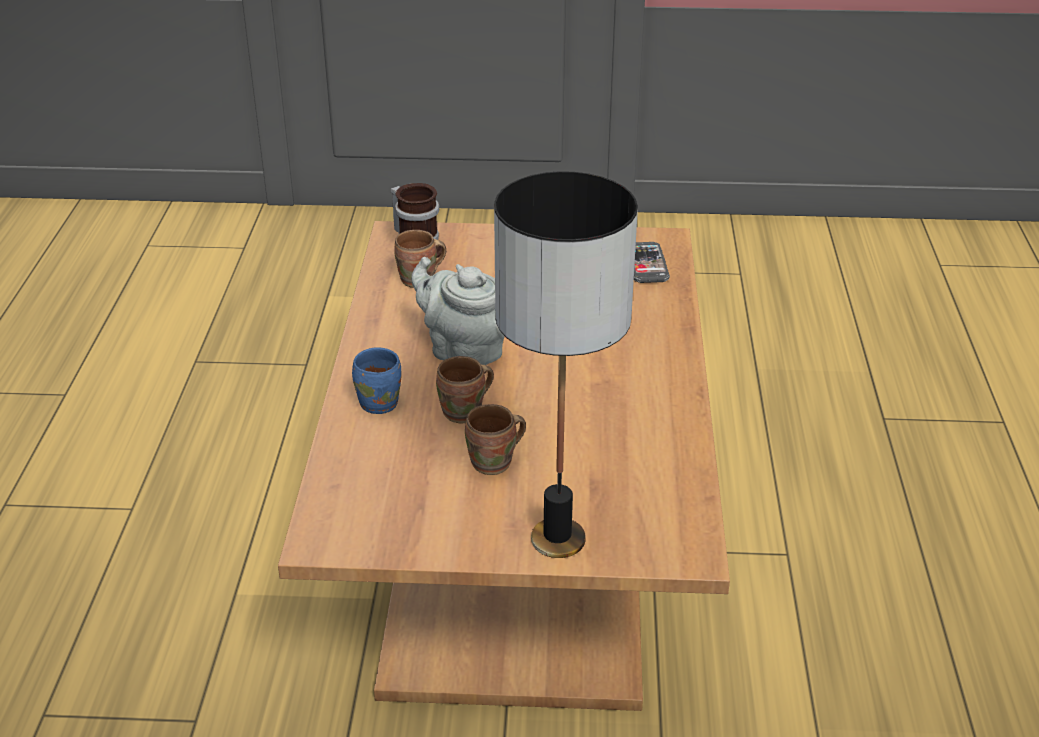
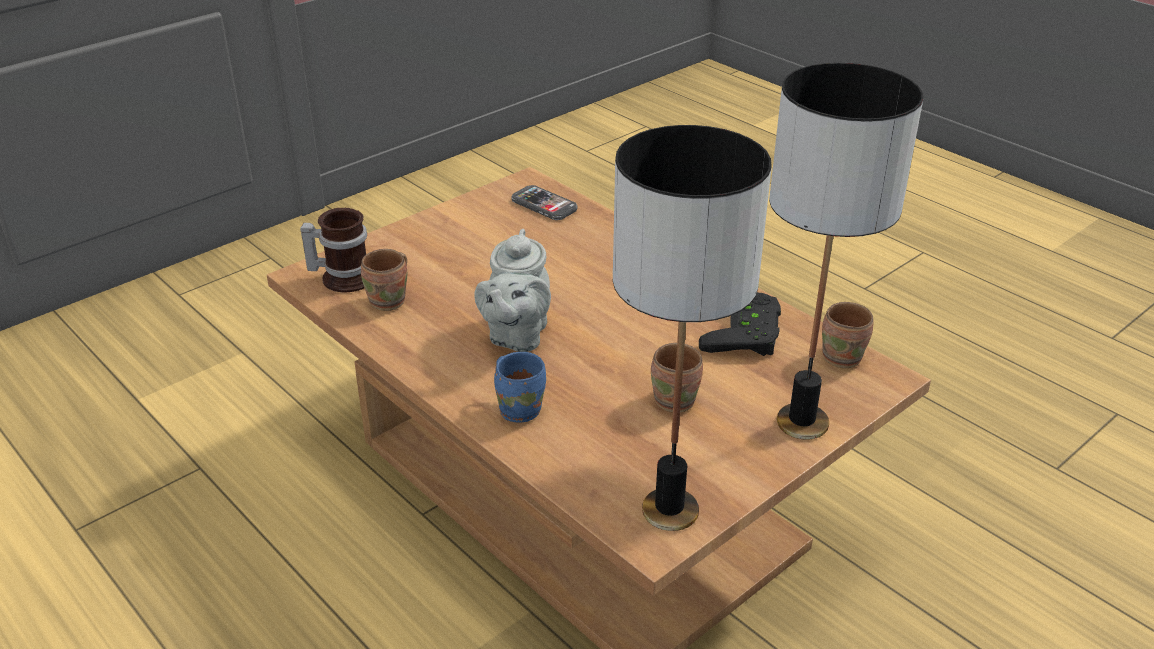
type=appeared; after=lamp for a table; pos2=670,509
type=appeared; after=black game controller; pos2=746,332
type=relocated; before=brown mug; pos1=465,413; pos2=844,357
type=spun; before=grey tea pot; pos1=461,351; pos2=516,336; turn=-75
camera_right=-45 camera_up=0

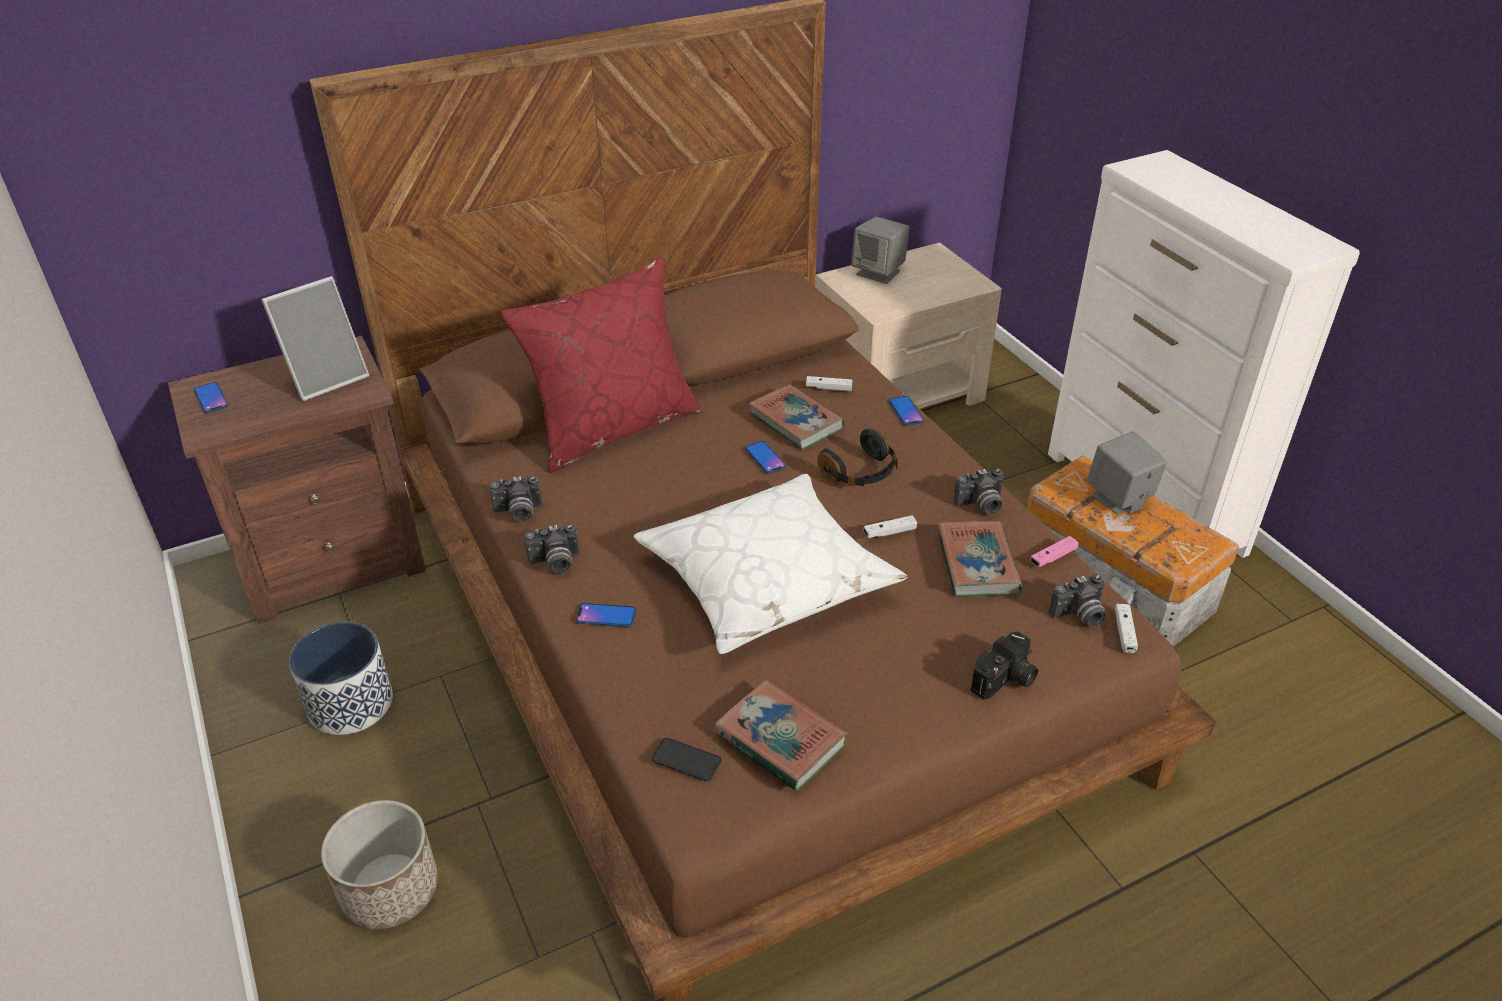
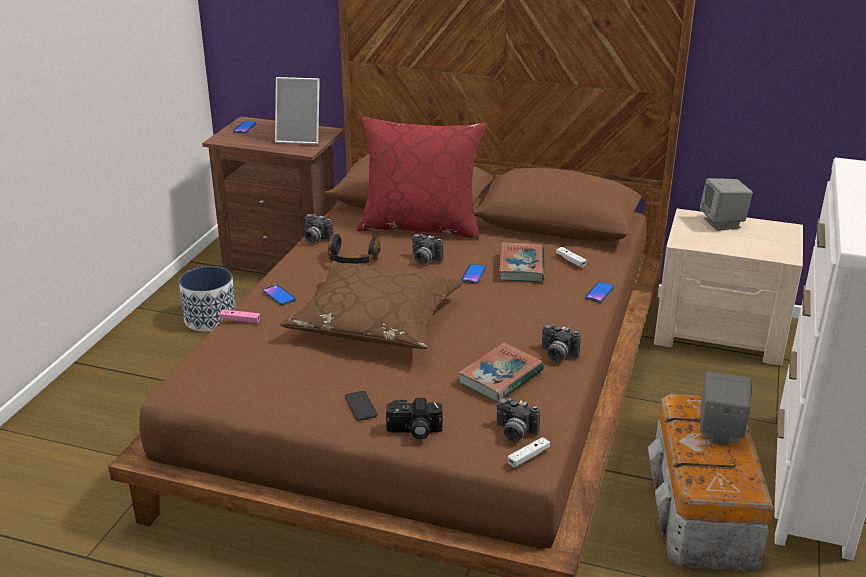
type=missing; before=flower pot; pos1=389,890
type=missing; before=volume; pos1=780,740
type=missing; before=white-coloured game controller; pos1=889,532
type=relocated; before=still camera; pos1=555,563; pos2=424,260
type=relocated; before=telephone; pos1=686,760; pos2=360,406
type=relocated; before=black pair of headphones; pos1=861,473; pos2=353,260
type=relocated; before=pinkish game controller; pos1=1053,557; pos2=240,320
type=colour; before=white-coloured pillow; after=brown pillow; pos1=767,578; pos2=376,321
camera_right=45 camera_up=-10

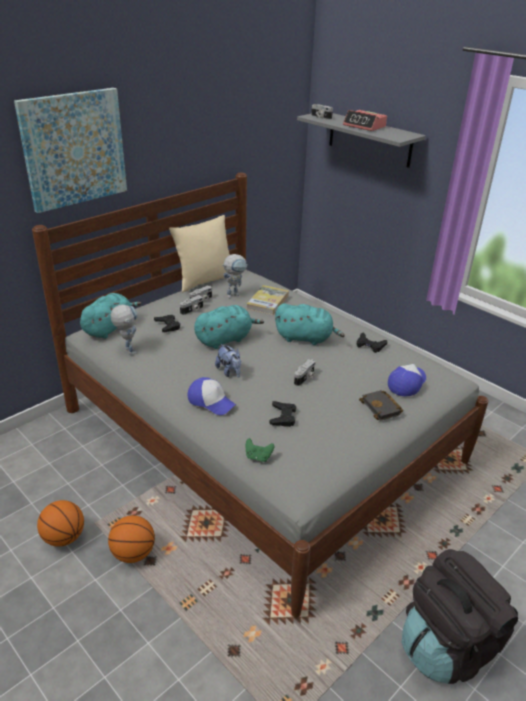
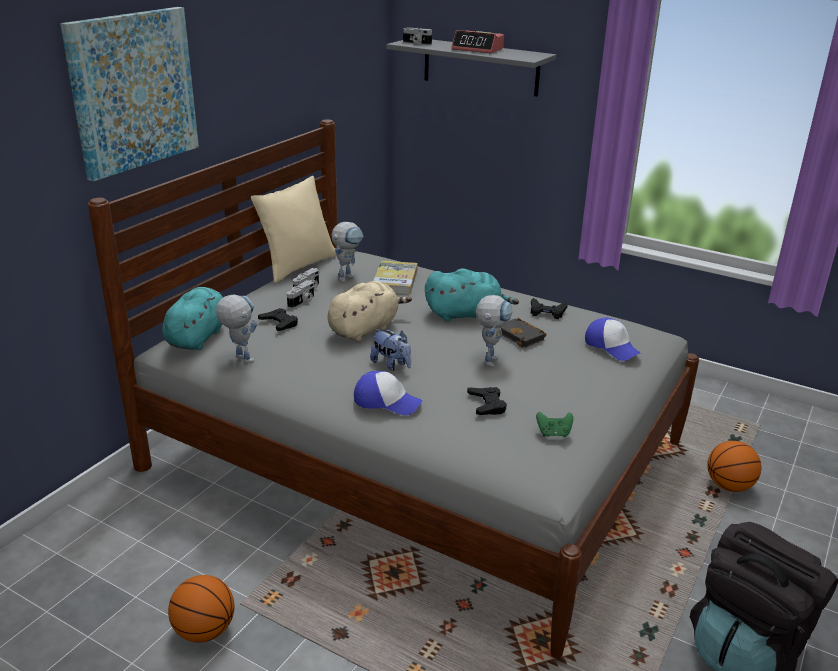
type=relocated; before=basketball ball; pos1=133,553; pos2=729,486
type=relocated; before=green game controller; pos1=258,457; pos2=553,433
type=relocated; before=black volume; pos1=382,408; pos2=522,336
type=exchanged; before=still camera; after=toy robot; pos1=305,378; pos2=490,358
type=colour; before=turquoise plush toy; after=beige plush toy; pos1=225,339; pos2=365,329
type=spun; before=cap; pos1=407,383; pos2=612,347; turn=120
camera_right=-15 camera_up=-5

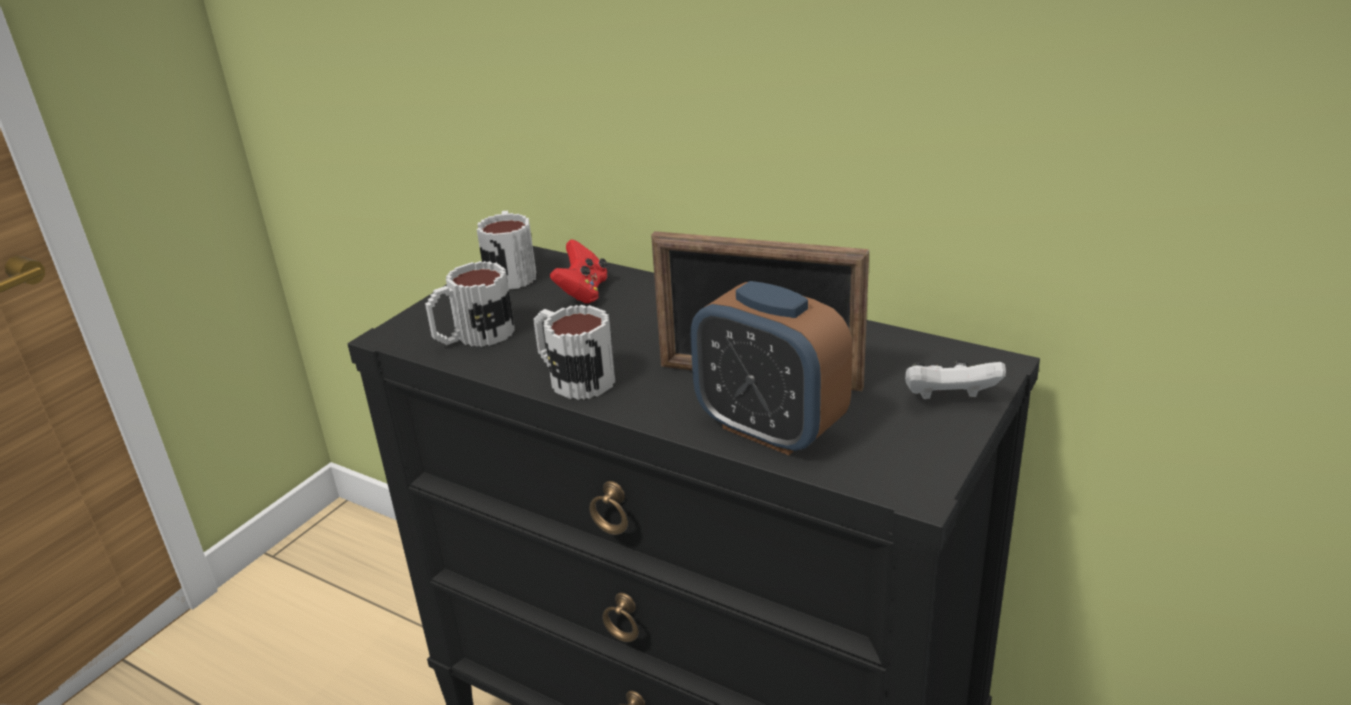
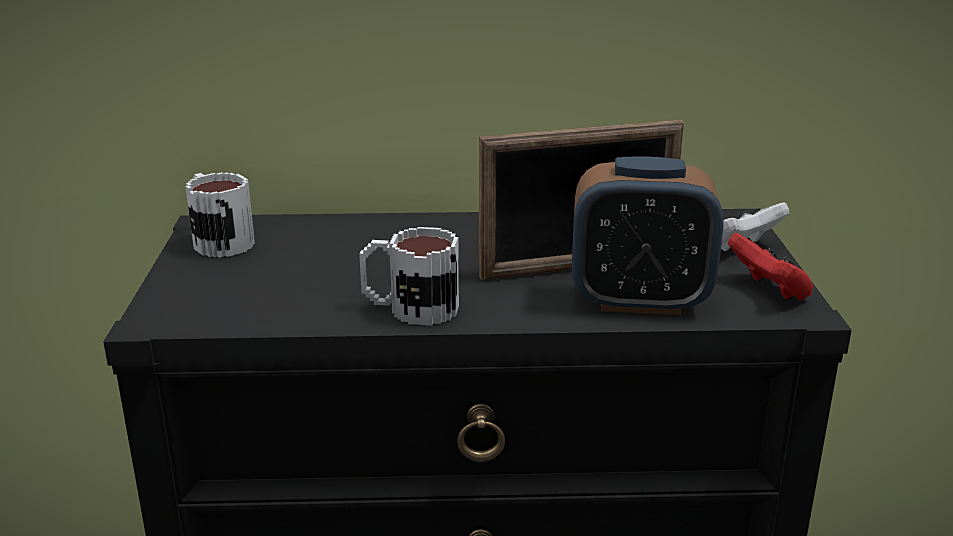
type=missing; before=mug; pos1=473,336
type=relocated; before=red game controller; pos1=583,292; pos2=769,291
camera_right=-35 camera_up=-5

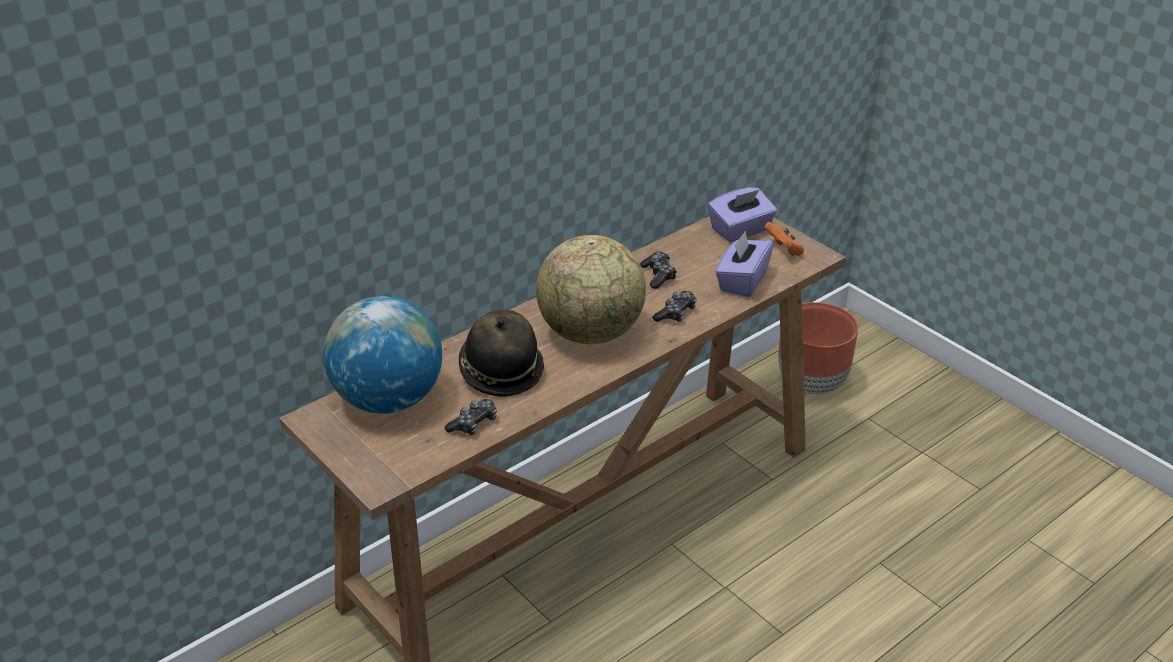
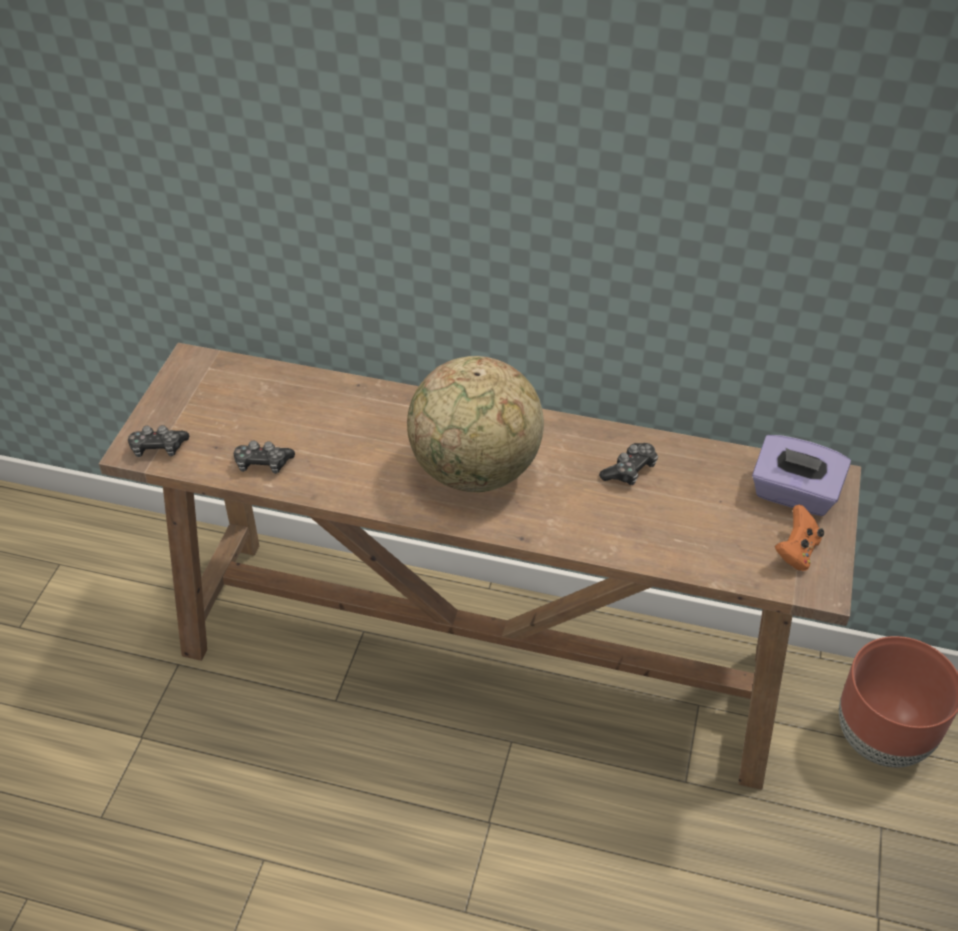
type=missing; before=desk globe; pos1=388,399
type=missing; before=wearable hat; pos1=500,371
type=missing; before=purple box of tissues; pos1=742,281
type=relocated; before=game controller; pos1=676,313; pos2=158,448
camera_right=55 camera_up=10

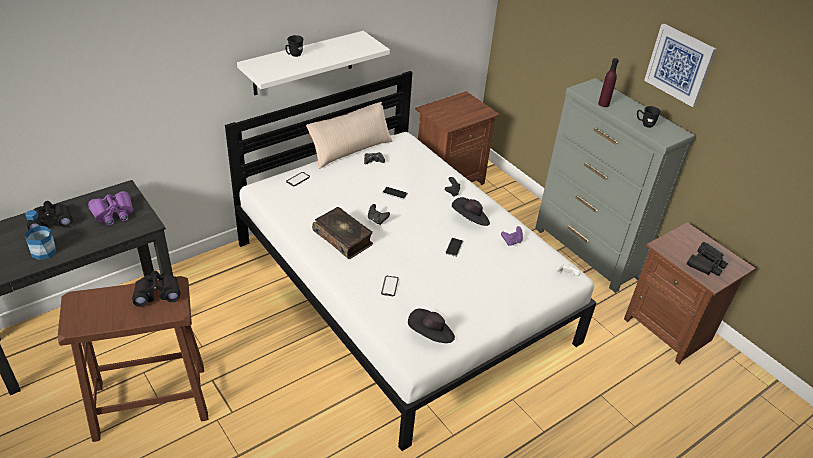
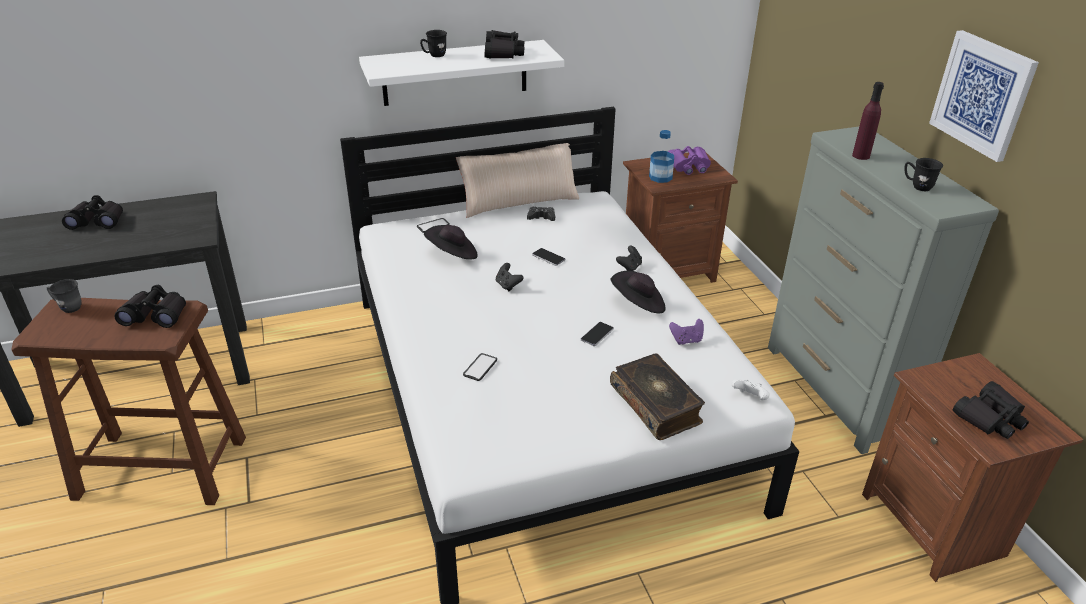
type=appeared; after=grey mug; pos2=68,307
type=appeared; after=black pair of binoculars; pos2=503,53
type=relocated; before=bottle; pos1=44,251; pos2=660,177
type=relocated; before=purple pair of binoculars; pos1=113,213; pos2=689,166
type=relocated; before=volume; pos1=343,238; pos2=656,405
type=relocated; before=black wearable hat; pos1=431,335; pos2=452,254
camera_right=20 camera_up=-5

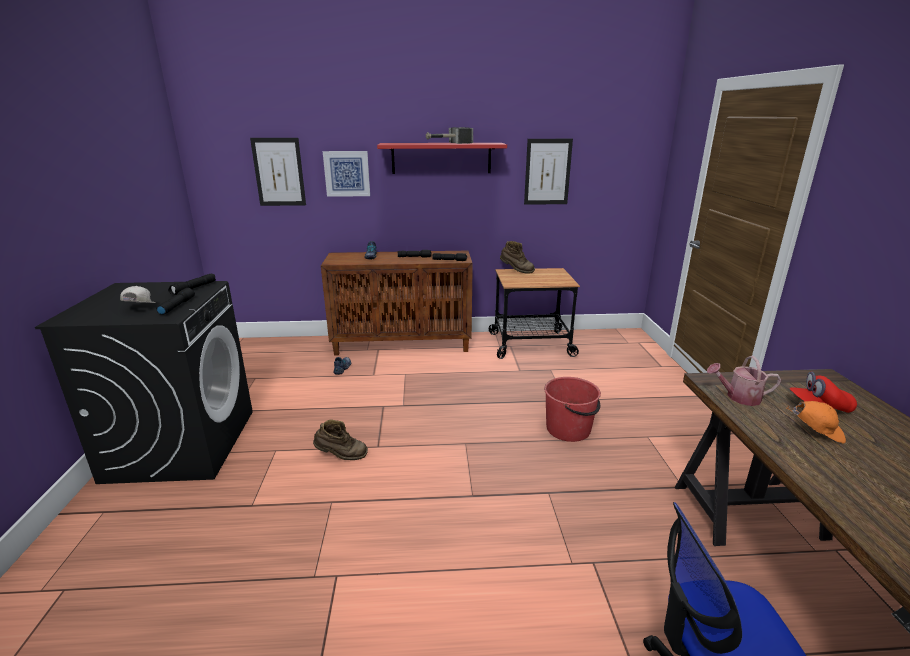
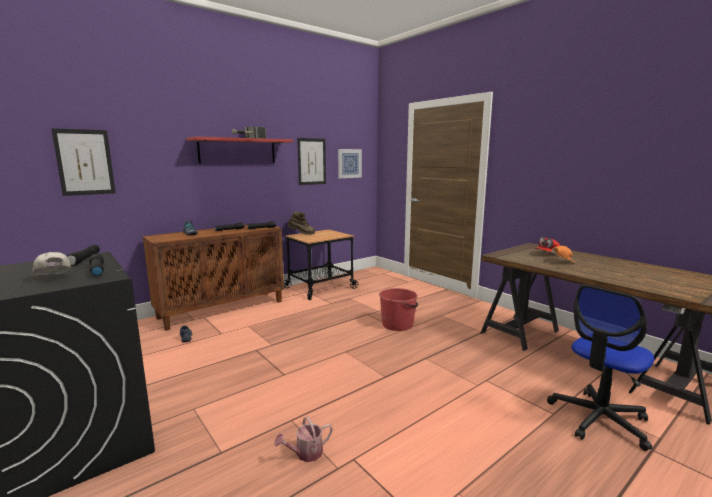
type=missing; before=brown tall boot; pos1=341,456
type=relocated; before=wall art; pos1=347,173; pos2=349,163
type=relocated; before=watering can; pos1=738,397; pos2=305,454
camera_right=-35 camera_up=-10

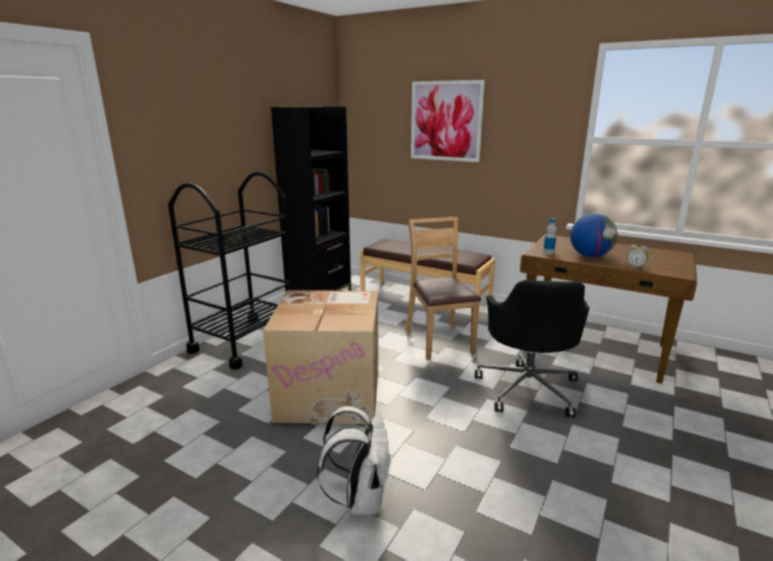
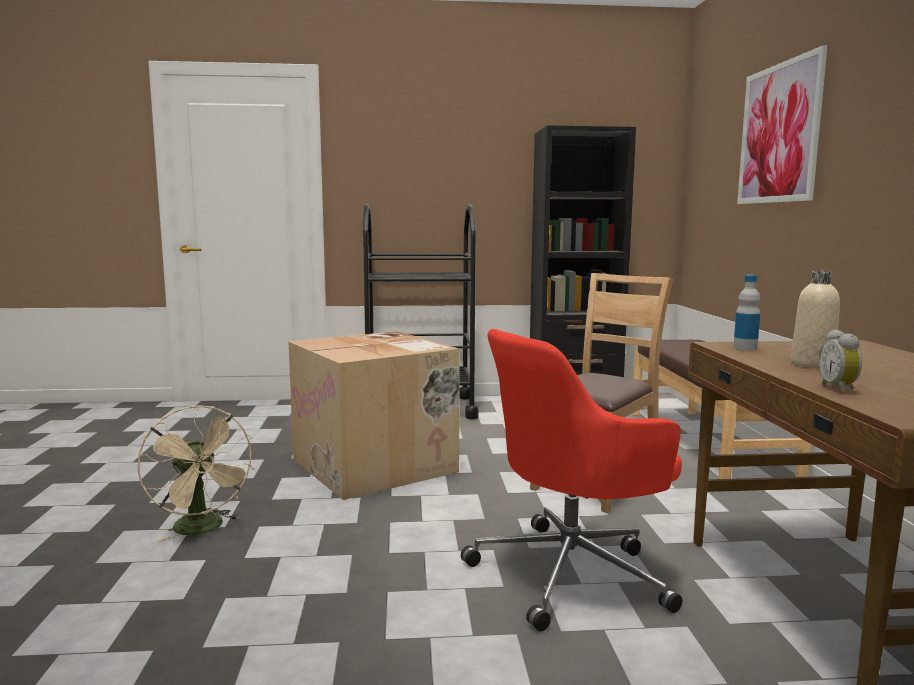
type=exchanged; before=white-coloured backpack; after=beige electric fan; pos1=361,499; pos2=203,529
type=exchanged; before=desk globe; after=beige bottle; pos1=590,256; pos2=812,364
type=colour; before=black desk chair; after=red desk chair; pos1=528,388; pos2=572,573
camera_right=55 camera_up=-10

